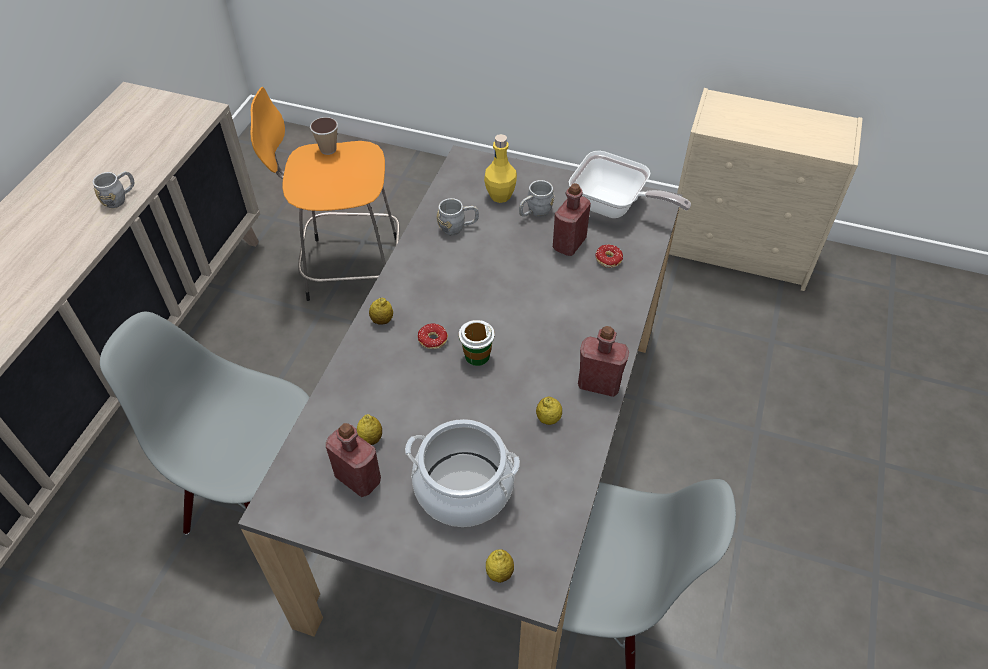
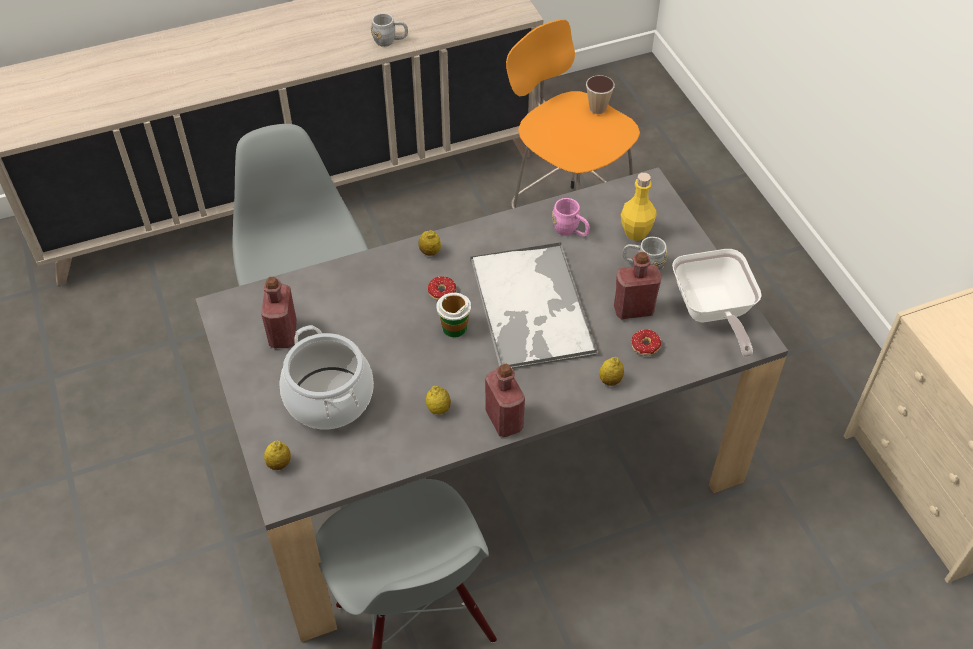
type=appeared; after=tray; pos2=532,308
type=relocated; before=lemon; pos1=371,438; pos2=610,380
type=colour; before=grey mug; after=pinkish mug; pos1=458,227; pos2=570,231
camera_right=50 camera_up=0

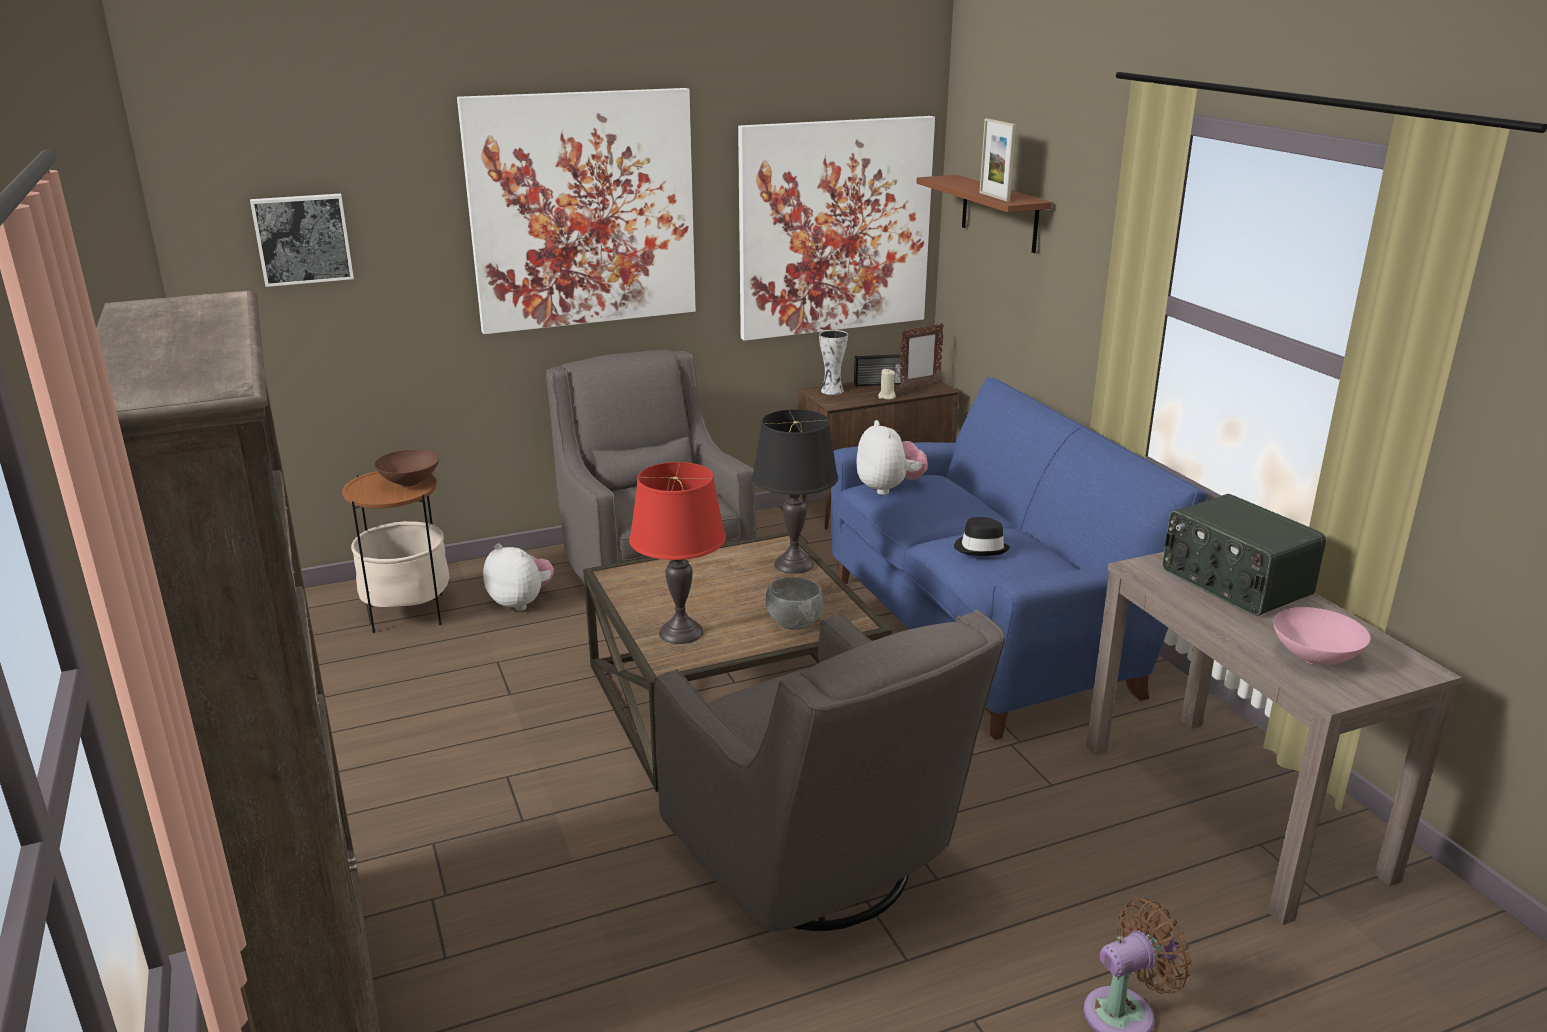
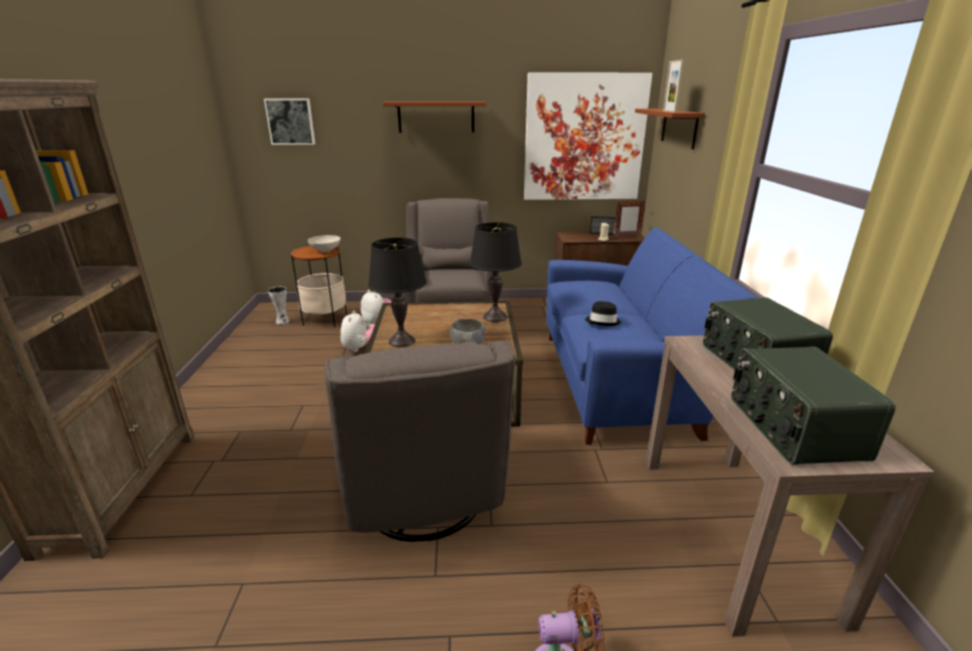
type=relocated; before=vase; pos1=832,391; pos2=282,322
type=relocated; before=plush toy; pos1=889,488; pos2=361,349
type=exchanged; before=wall art; after=brown bracket shelf; pos1=583,210; pos2=436,117
type=exchanged; before=pinkish deep dish; after=radio; pos1=1316,658; pos2=792,428
type=colour; before=brown deep dish; after=white-coloured deep dish; pos1=410,482; pos2=326,250
type=colour; before=red lamp for a table; after=black lamp for a table; pos1=681,632; pos2=402,341
camera_right=20 camera_up=0

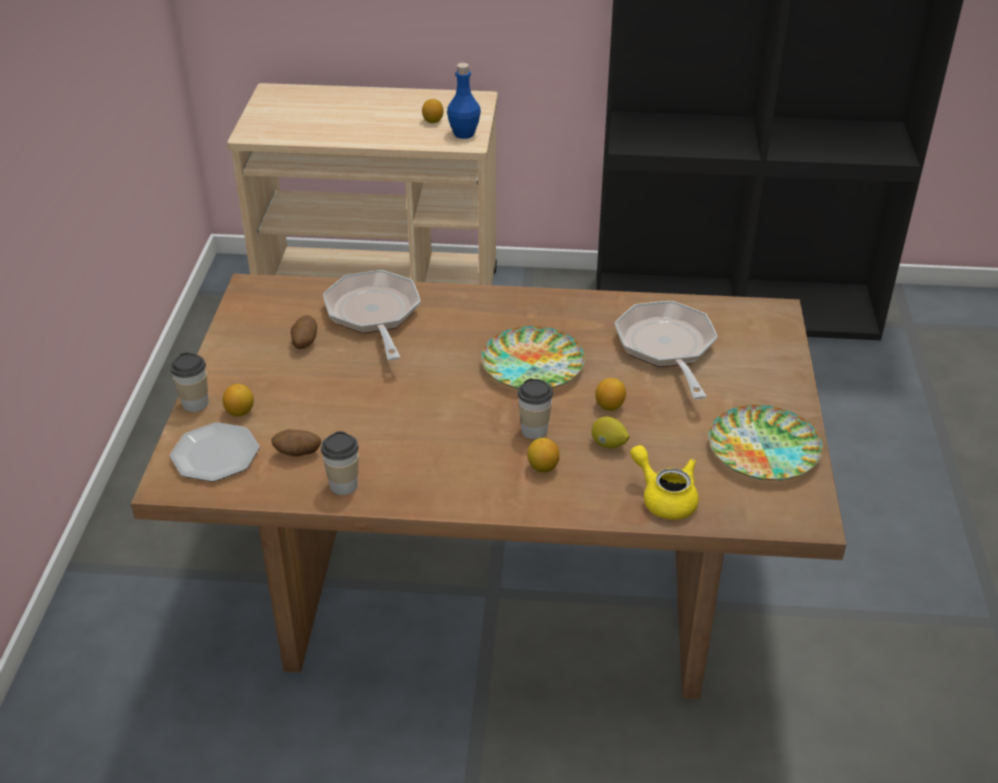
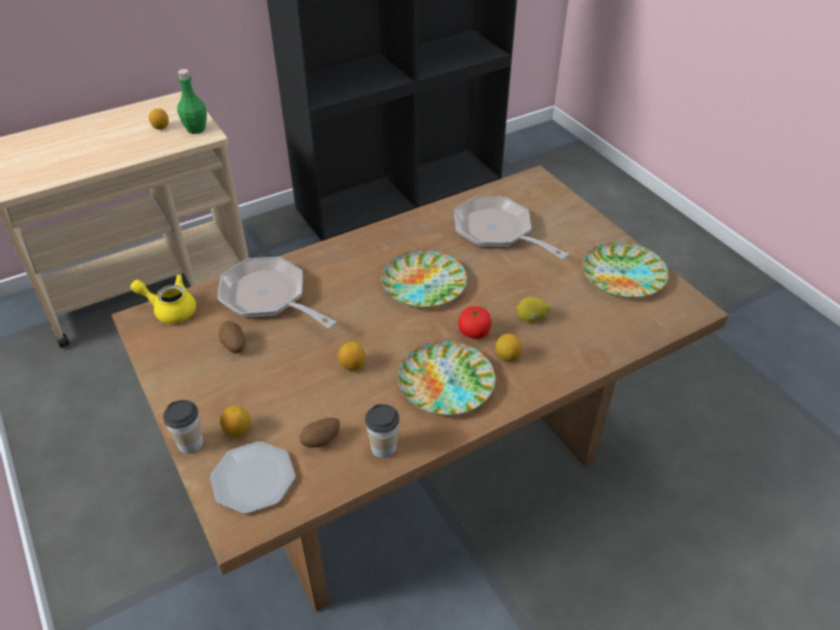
type=appeared; after=dinner plate; pos2=447,382
type=relocated; before=lemon; pos1=609,406; pos2=352,365
type=relocated; before=yellow-coloured tea pot; pos1=664,498; pos2=170,309
type=exchanged; before=drinking cup; after=whole tomato; pos1=534,430; pos2=474,332
type=colour; before=blue-coloured bottle; after=green bottle; pos1=464,134; pos2=196,129
camera_right=-35 camera_up=5

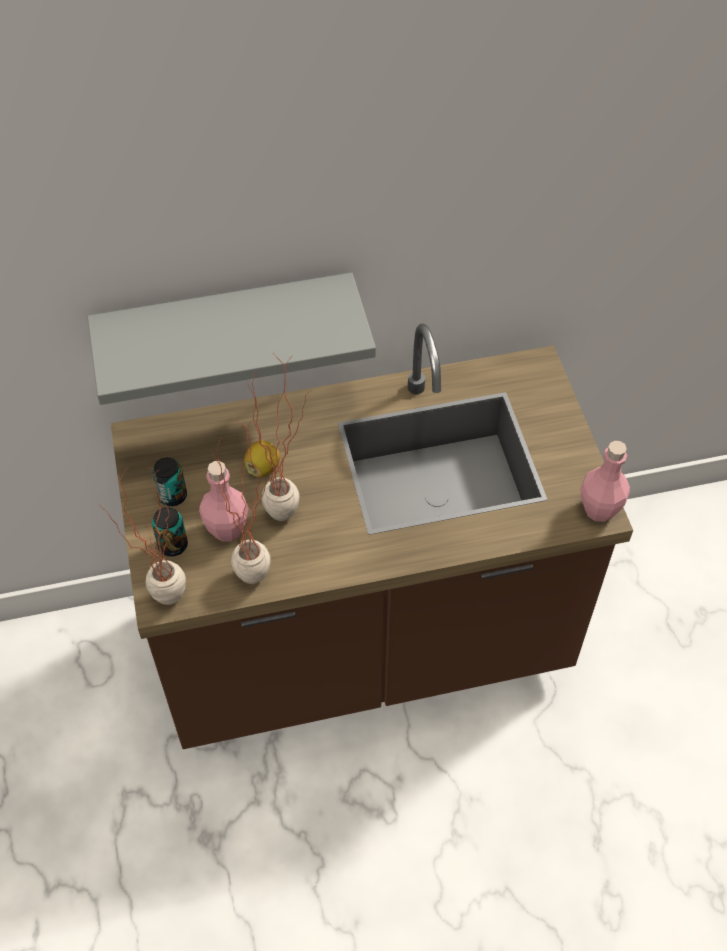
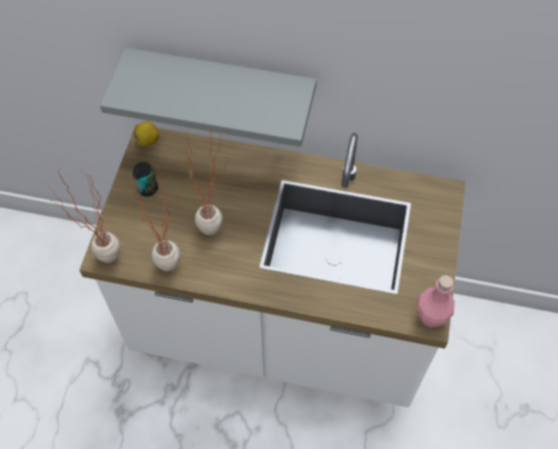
type=missing; before=sealed can; pos1=173,545
type=missing; before=pinkish bottle; pos1=227,529
type=relocated; before=lemon; pos1=263,467; pos2=148,140
type=colour; before=brown counter; after=white-coloured counter; pos1=363,645; pos2=279,330
camera_right=25 camera_up=5

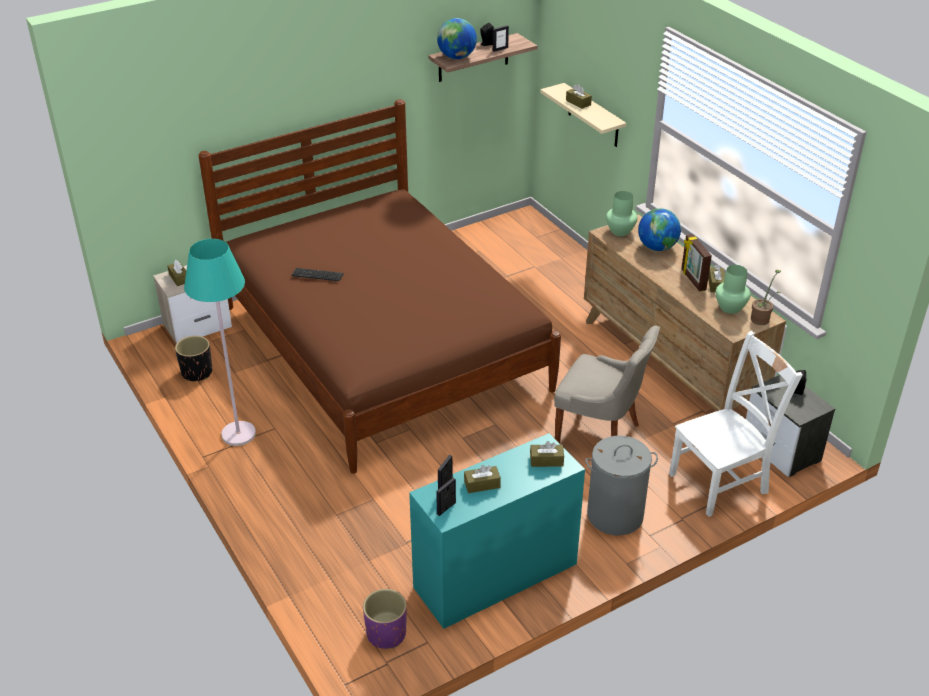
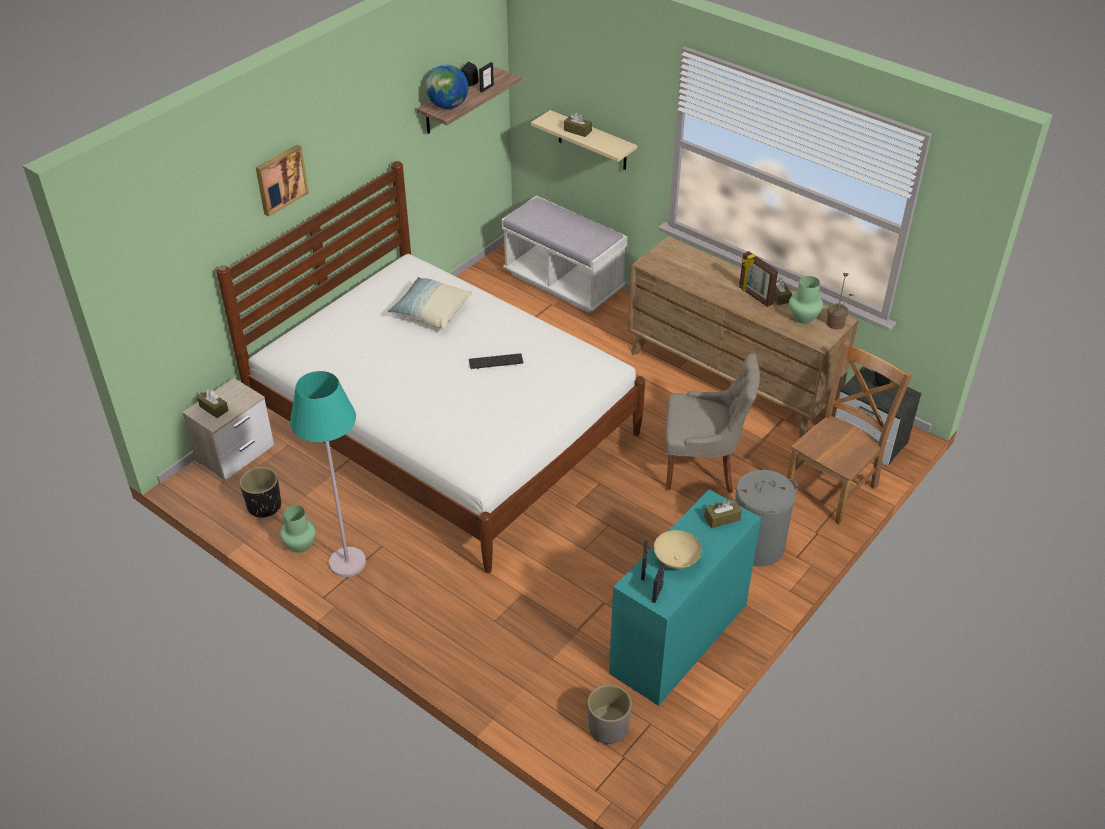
type=missing; before=desk globe; pos1=657,247
type=appeared; after=wall art; pos2=280,179
type=appeared; after=pillow; pos2=431,312
type=appeared; after=white-coloured indoor bench; pos2=563,282
type=relocated; before=PC keyboard; pos1=317,275; pos2=496,362
type=relocated; before=green vase; pos1=620,231; pos2=301,544
type=exchanged; before=brown box of tissues; after=beige deep dish; pos1=482,484; pos2=676,559
type=colour; before=brown bed; after=white-coloured bed; pos1=382,348; pos2=445,429
type=colour; before=purple flower pot; after=grey flower pot; pos1=386,634; pos2=608,728
type=colour; before=white-coloured upright chair; after=brown upright chair; pos1=721,482; pos2=833,486
camera_right=-20 camera_up=5

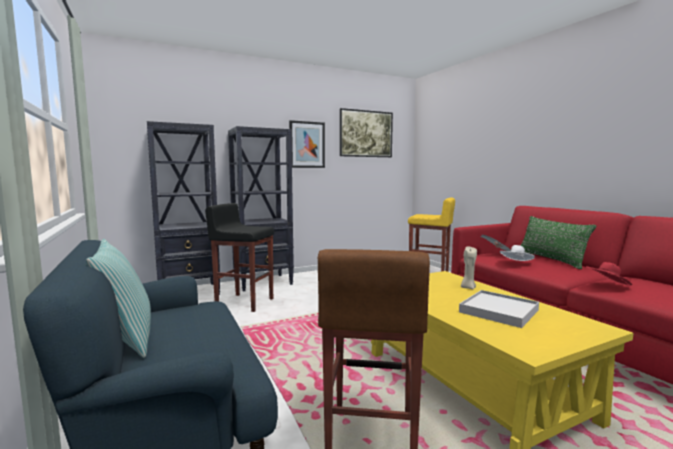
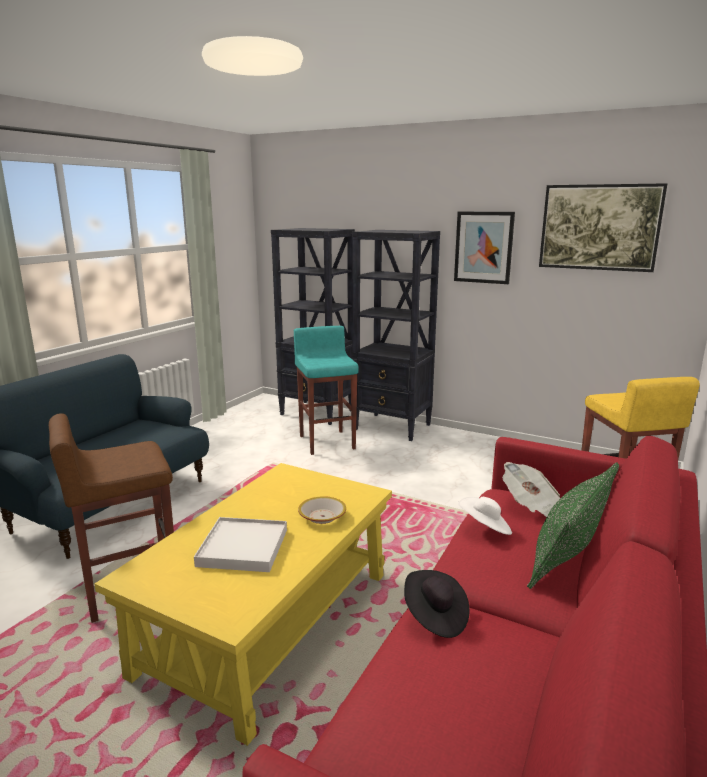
type=missing; before=pillow; pos1=125,339
type=exchanged; before=beige wax light; after=deep dish; pos1=468,287; pos2=322,517
type=colour; before=black stool seat; after=turquoise stool seat; pos1=244,302; pos2=327,441
type=colour; before=red wearable hat; after=black wearable hat; pos1=607,285; pos2=435,616
camera_right=55 camera_up=10

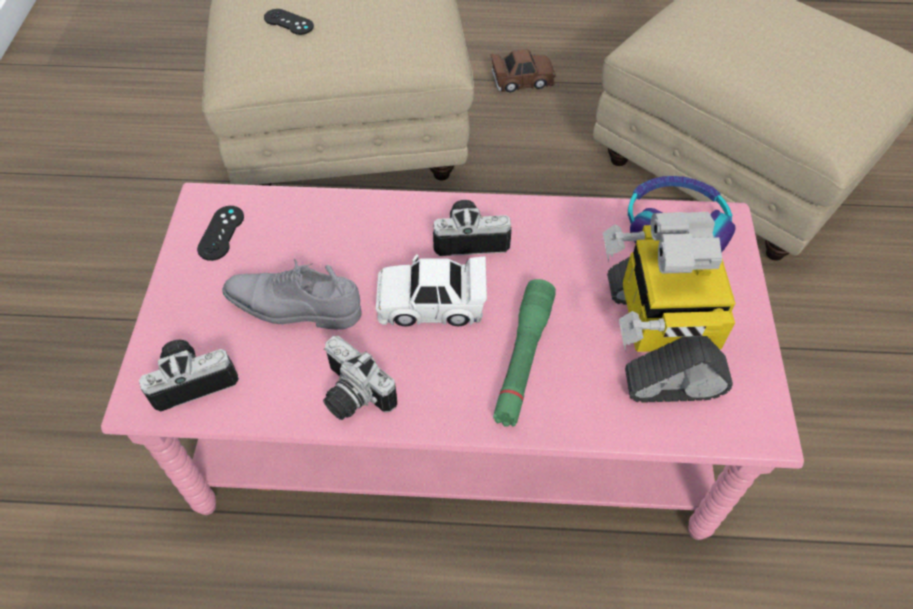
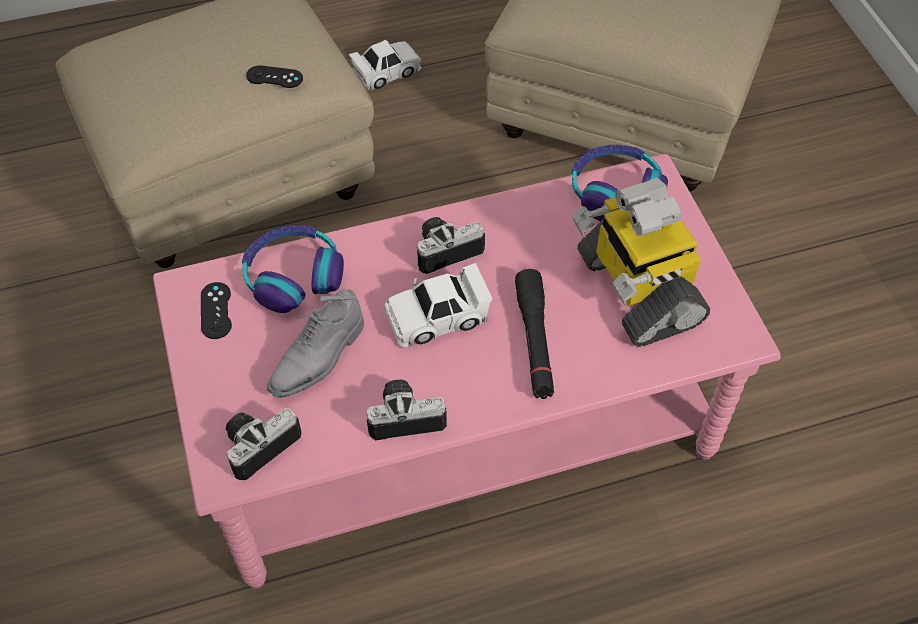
type=appeared; after=pair of headphones; pos2=293,275
type=relocated; before=black game controller; pos1=288,22; pos2=274,77
type=colour; before=brown model car; after=white-coloured model car; pos1=522,80; pos2=386,72
type=colour; before=green flashlight; after=black flashlight; pos1=522,359; pos2=534,340
type=spun; before=grey item of footwear; pos1=294,308; pos2=318,357; turn=-45
type=spun; before=still camera; pos1=351,396; pos2=405,415; turn=150
camera_right=-20 camera_up=0

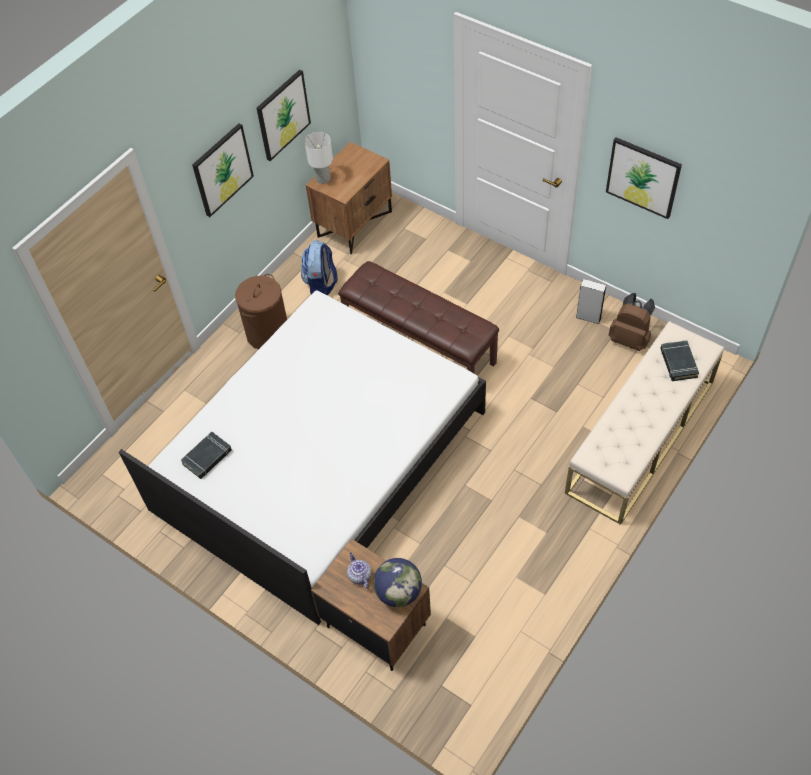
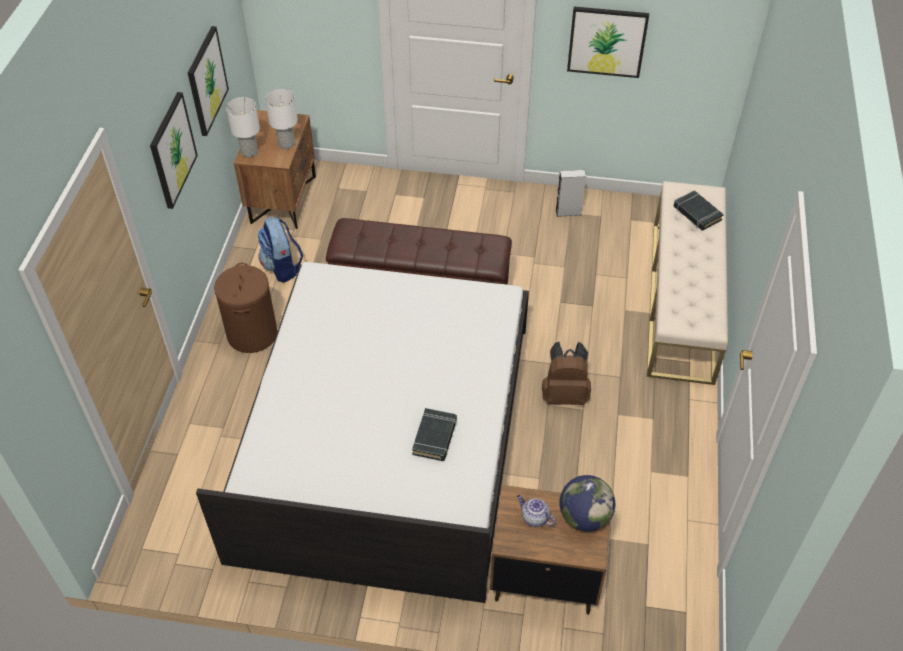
type=appeared; after=white-coloured lamp for a table; pos2=287,143
type=relocated; before=black volume; pos1=207,457; pos2=435,437
type=relocated; before=brown backpack; pos1=630,339; pos2=564,394
camera_right=-30 camera_up=-5

